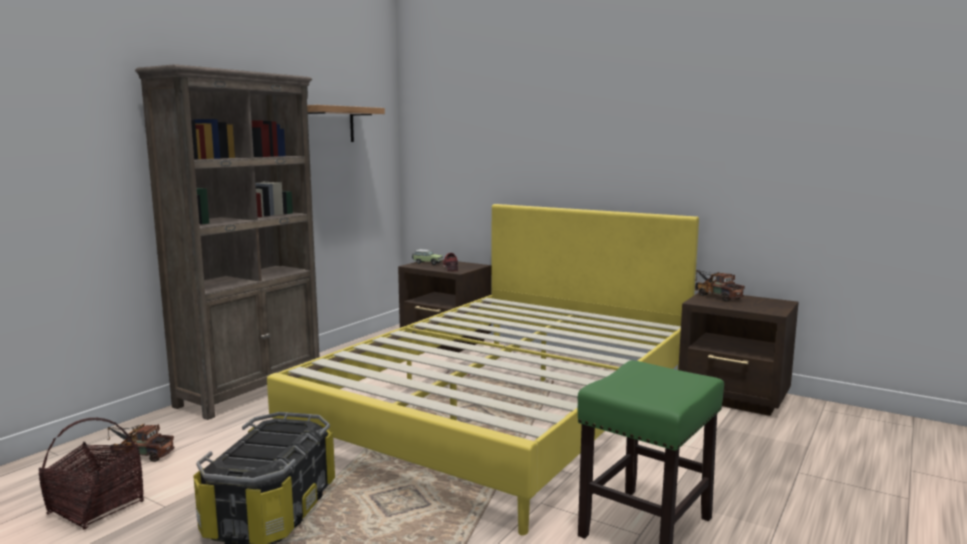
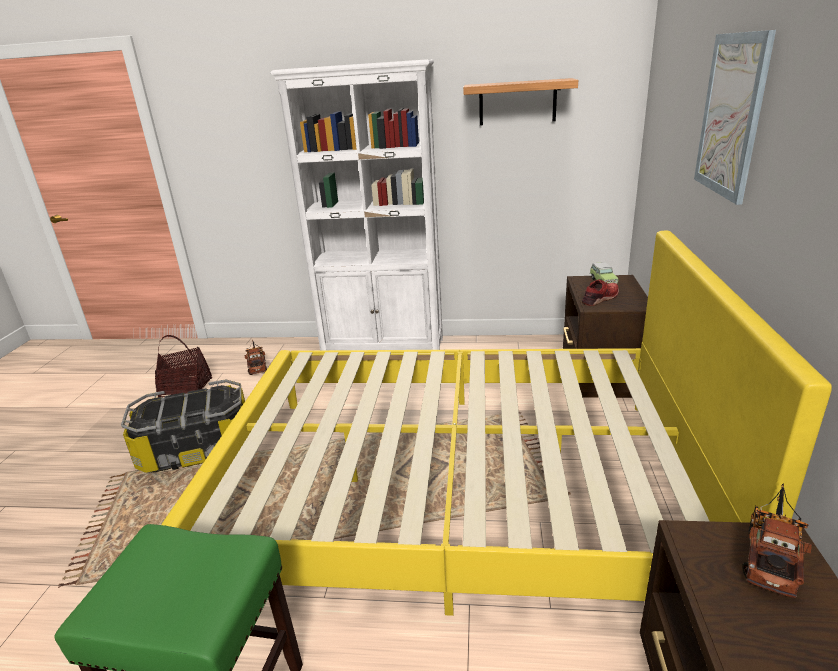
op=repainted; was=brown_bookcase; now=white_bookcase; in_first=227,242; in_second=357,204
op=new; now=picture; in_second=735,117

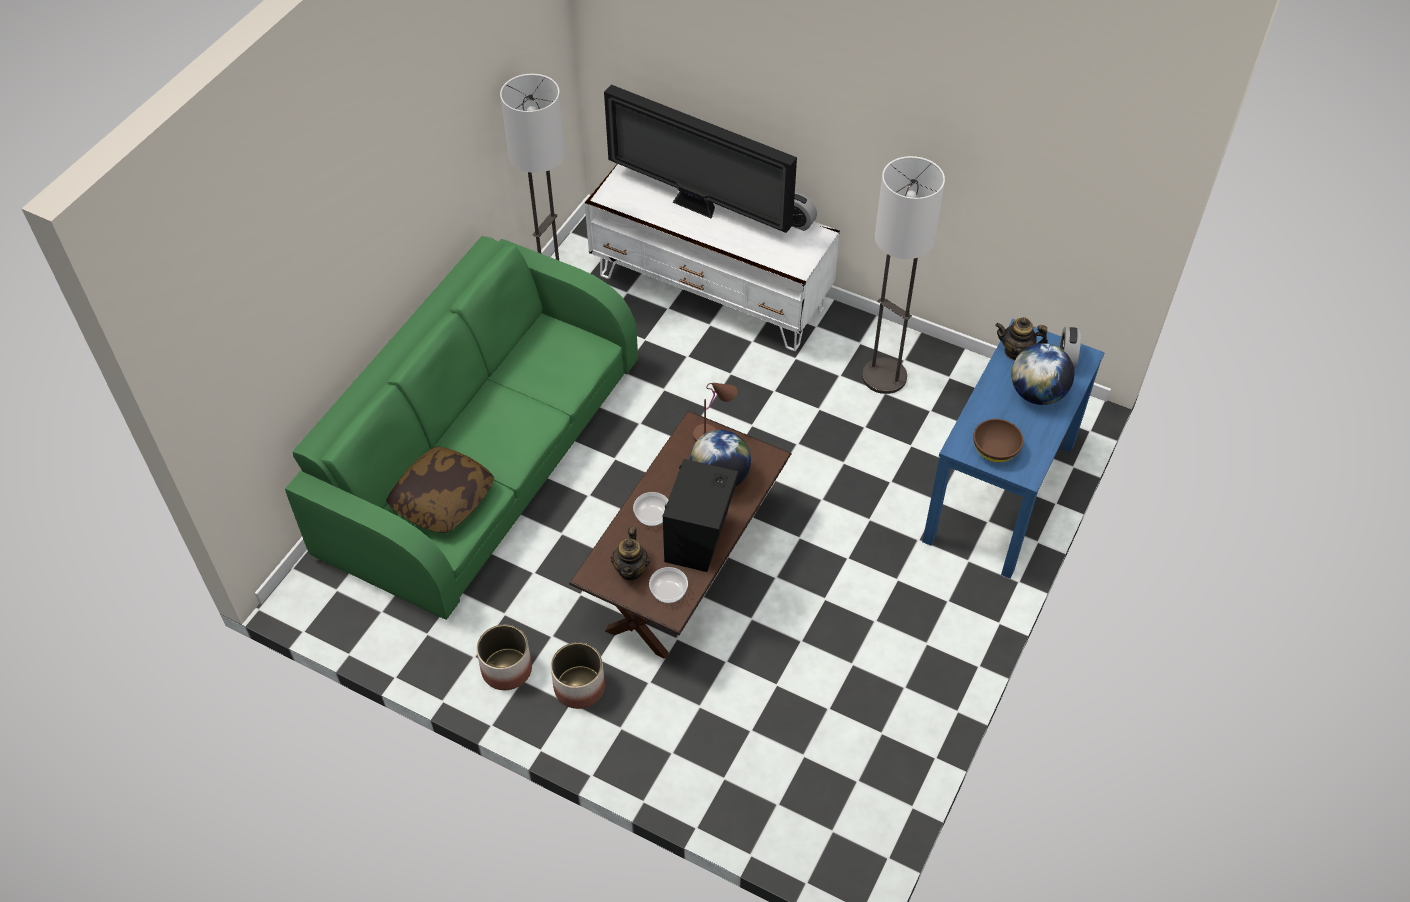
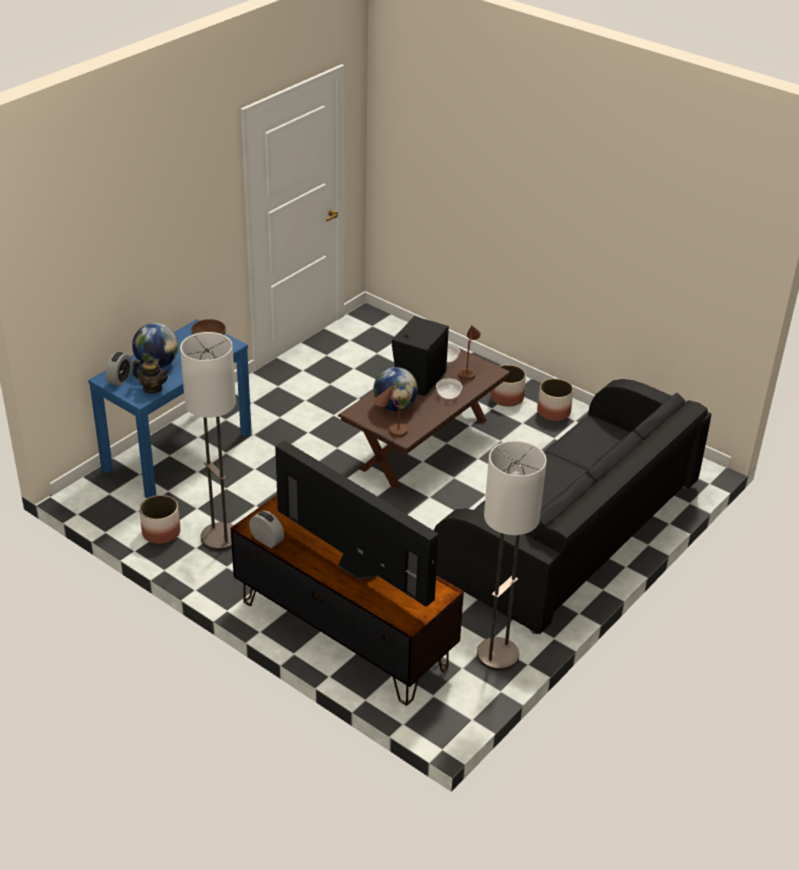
op=repainted; was=green_sofa; now=black_sofa; in_first=461,428; in_second=572,506
op=gone; was=pillow; in_first=440,489
op=repainted; was=white_tv_stand; now=brown_tv_stand; in_first=712,257; in_second=347,600
op=swapped; was=teapot; now=brown_table_lamp; in_first=630,554; in_second=469,352
op=new; now=planter; in_second=159,519

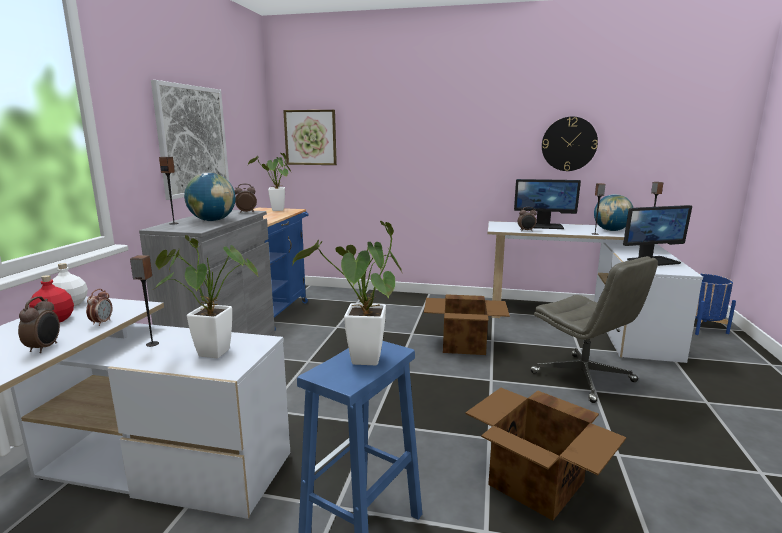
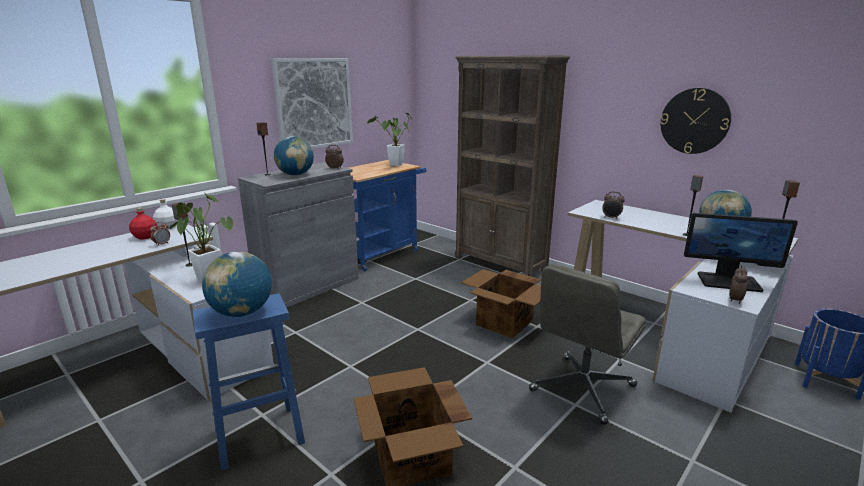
op=shifted; was=alarm_clock; in_first=39,324; in_second=738,284
op=gone; was=picture; in_first=310,137
op=swapped; was=potted_plant; now=globe; in_first=347,293; in_second=237,284
op=gone; was=monitor; in_first=547,204
op=rotated; was=grey_office_chair; in_first=594,329; in_second=587,344; clockwise=45
op=new; now=brown_bookcase; in_second=512,166

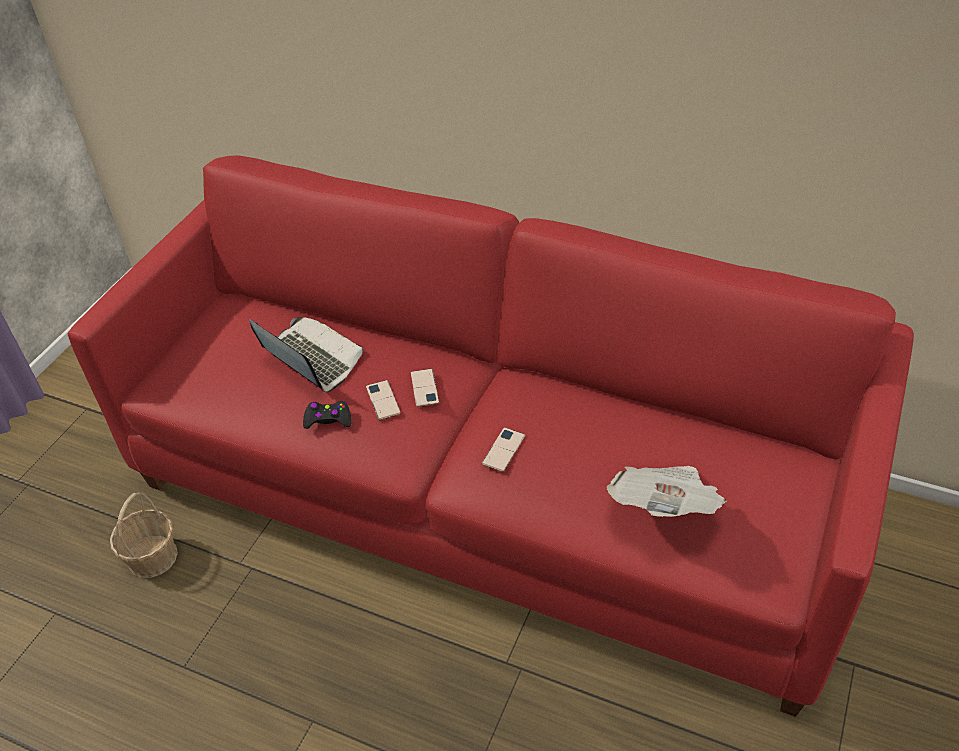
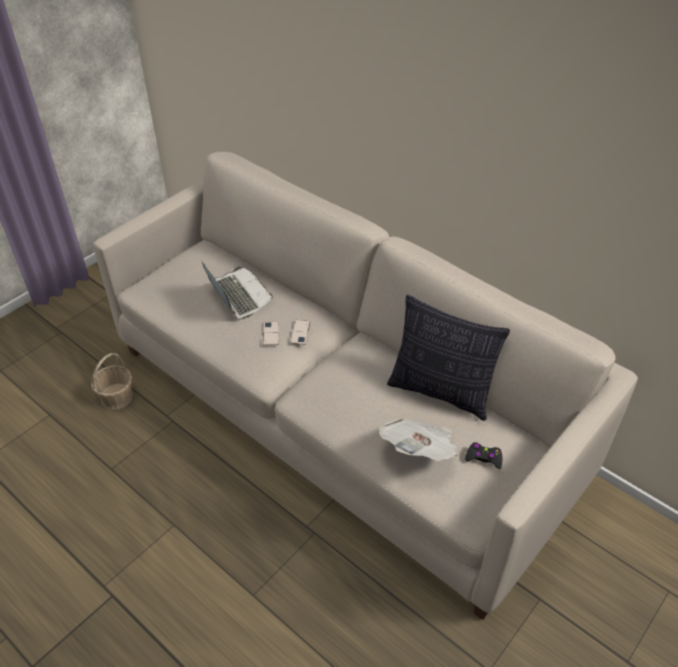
op=repainted; was=red_sofa; now=beige_sofa; in_first=490,436; in_second=365,386
op=shifted; was=black_game_controller; in_first=327,415; in_second=483,455
op=gone; was=phone; in_first=503,449
op=new; now=pillow; in_second=448,358

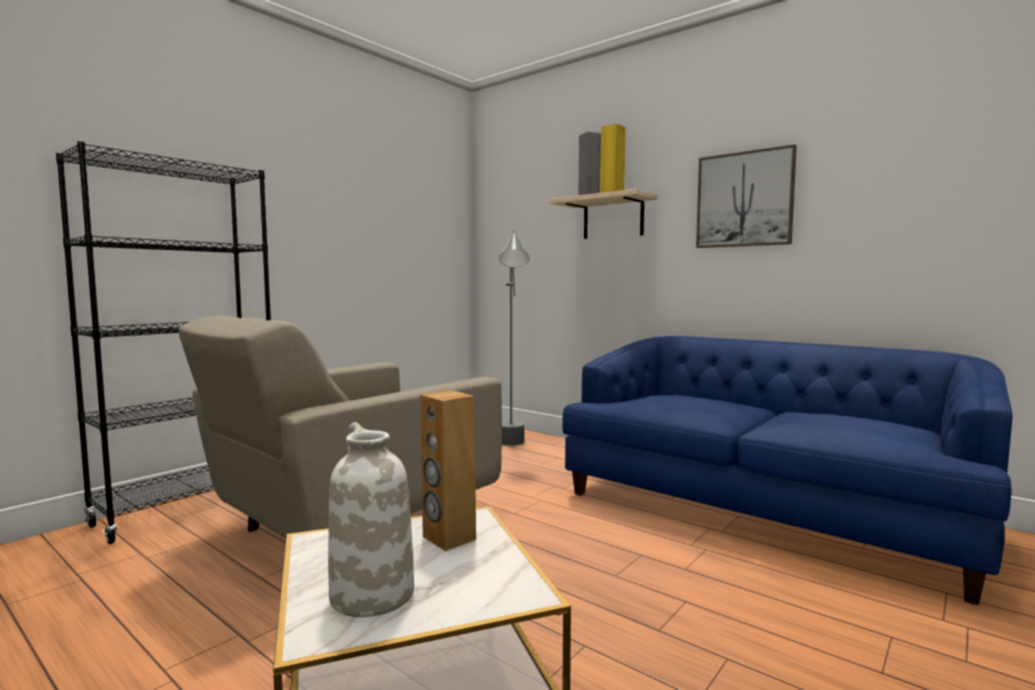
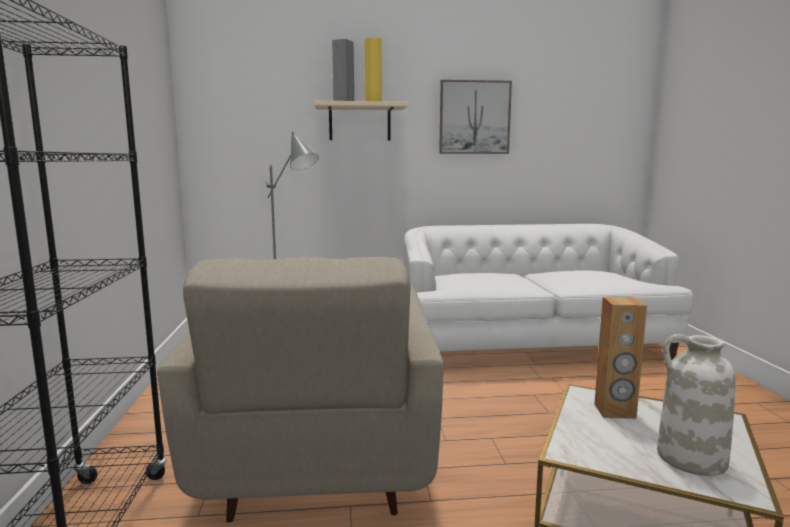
op=repainted; was=blue_sofa; now=white_sofa; in_first=787,470; in_second=548,292

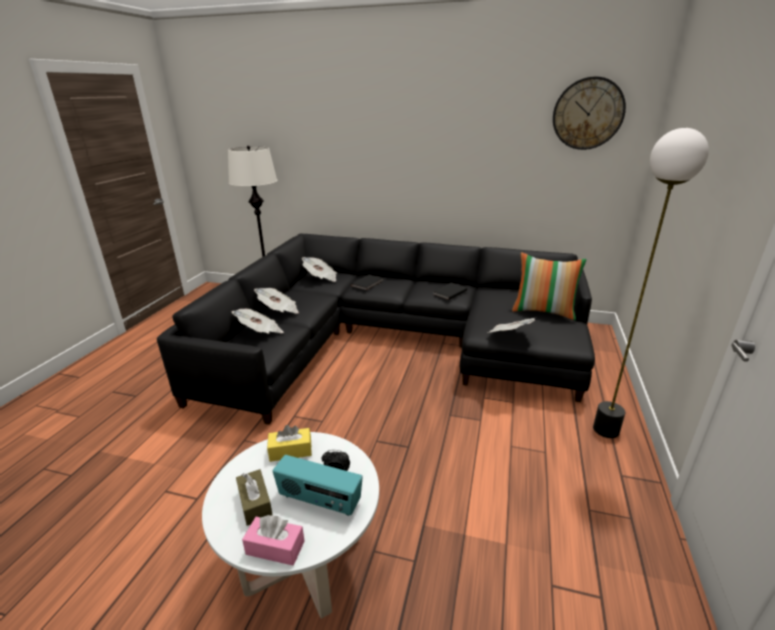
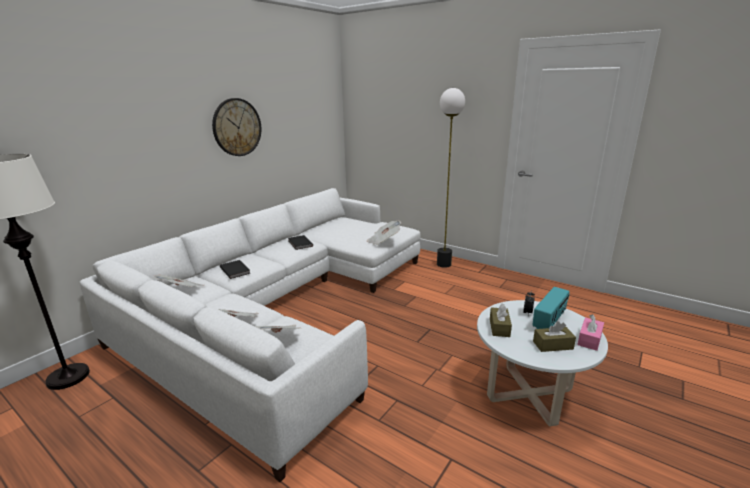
op=repainted; was=black_sofa; now=white_sofa; in_first=376,329; in_second=250,335
op=repainted; was=yellow_tissue_box; now=brown_tissue_box; in_first=289,443; in_second=501,320
op=gone; was=pillow; in_first=549,286
op=shifted; was=wall_clock; in_first=589,113; in_second=236,127

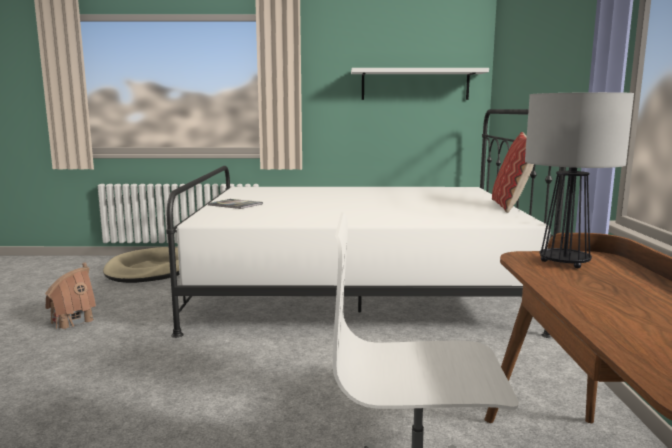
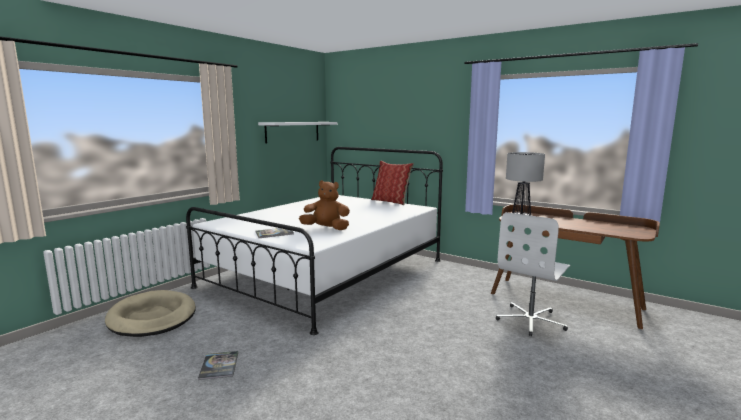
op=swapped; was=toy_house; now=book; in_first=70,296; in_second=218,365
op=new; now=brown_plush_toy; in_second=324,205

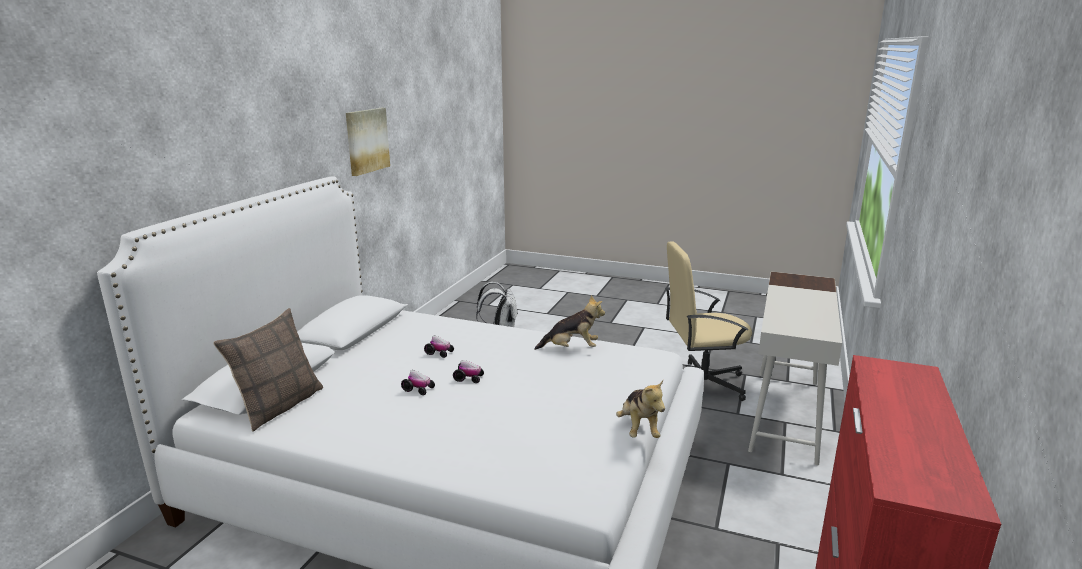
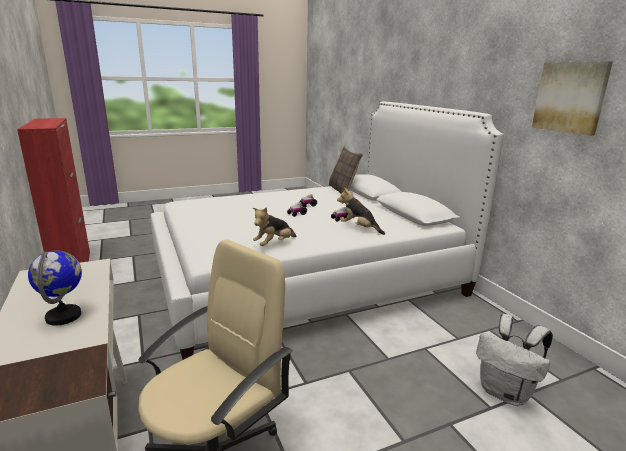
op=shifted; was=plush_toy; in_first=640,409; in_second=361,211
op=new; now=globe; in_second=55,288

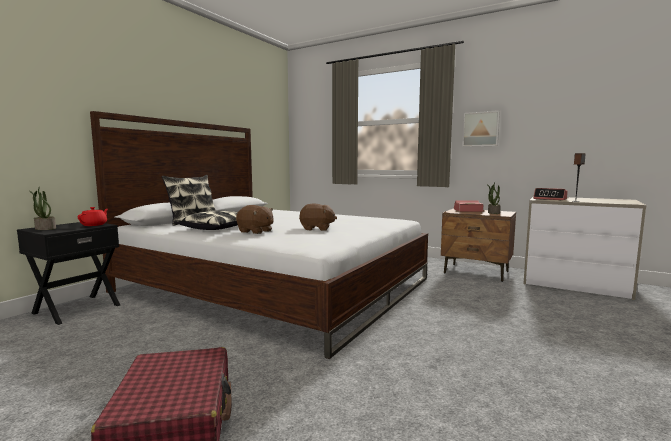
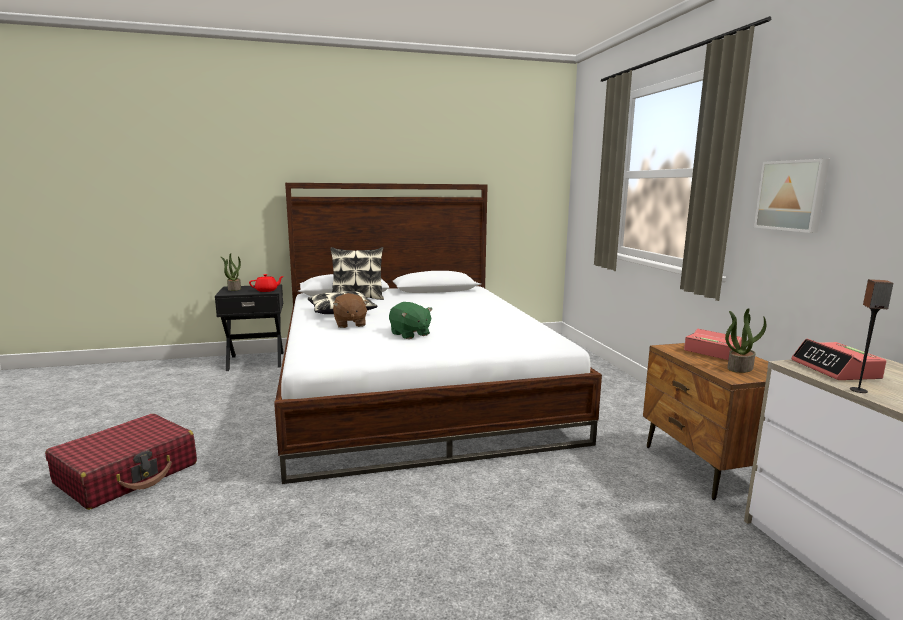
op=repainted; was=brown_plush_toy; now=green_plush_toy; in_first=318,217; in_second=410,320

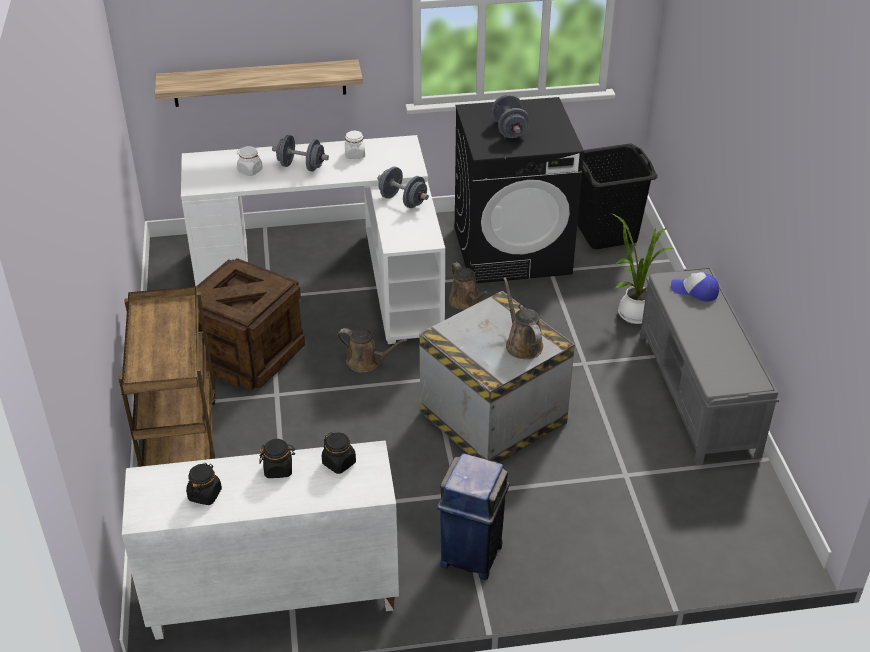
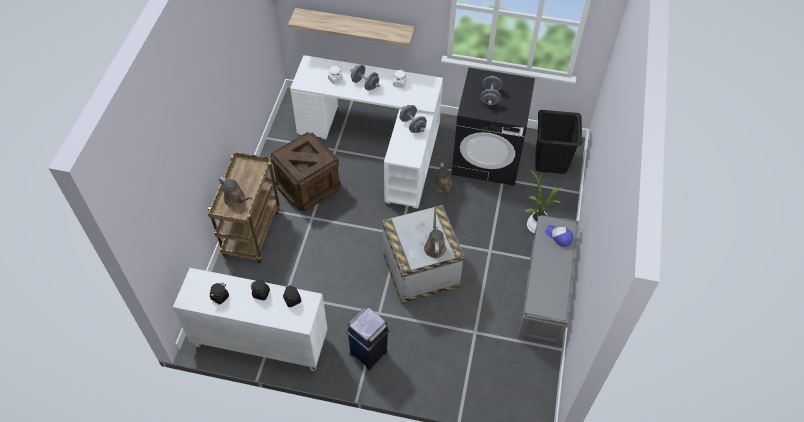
op=shifted; was=brown_watering_can; in_first=372,350; in_second=235,191

